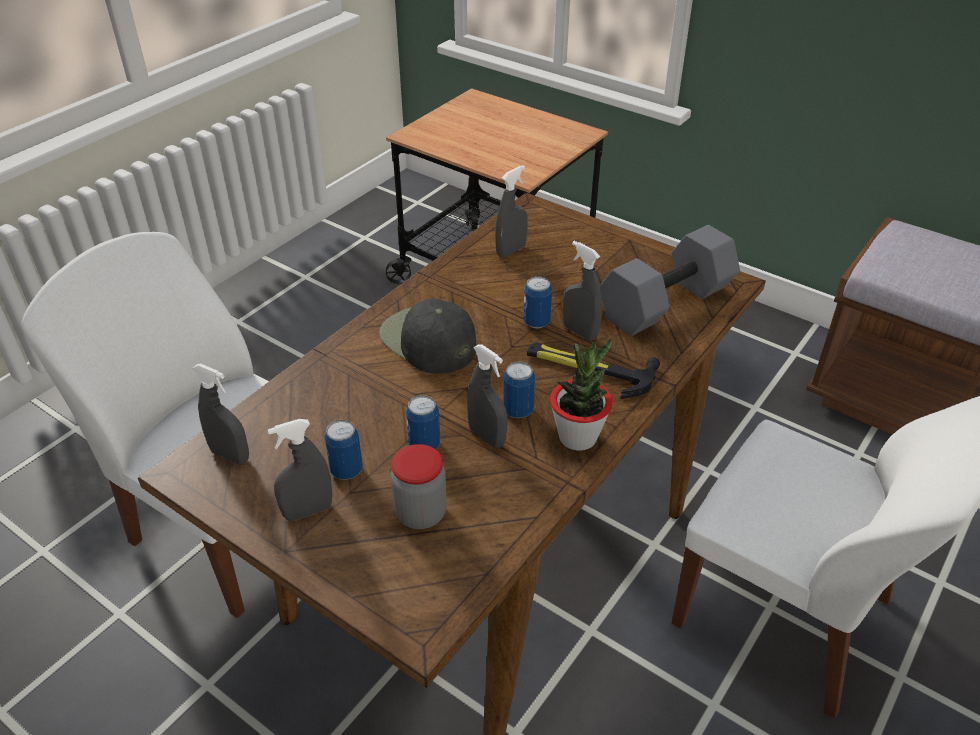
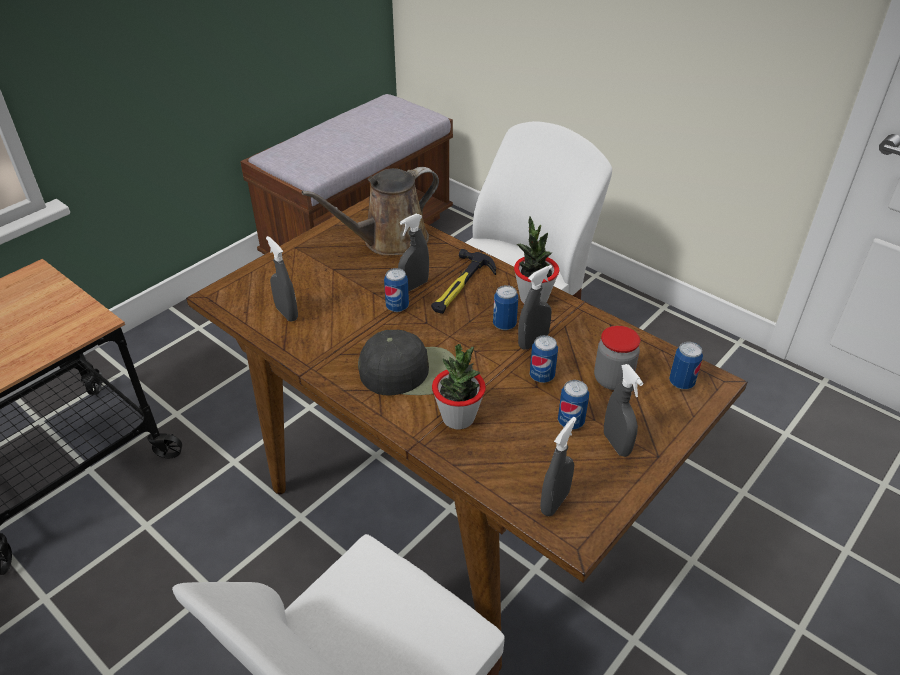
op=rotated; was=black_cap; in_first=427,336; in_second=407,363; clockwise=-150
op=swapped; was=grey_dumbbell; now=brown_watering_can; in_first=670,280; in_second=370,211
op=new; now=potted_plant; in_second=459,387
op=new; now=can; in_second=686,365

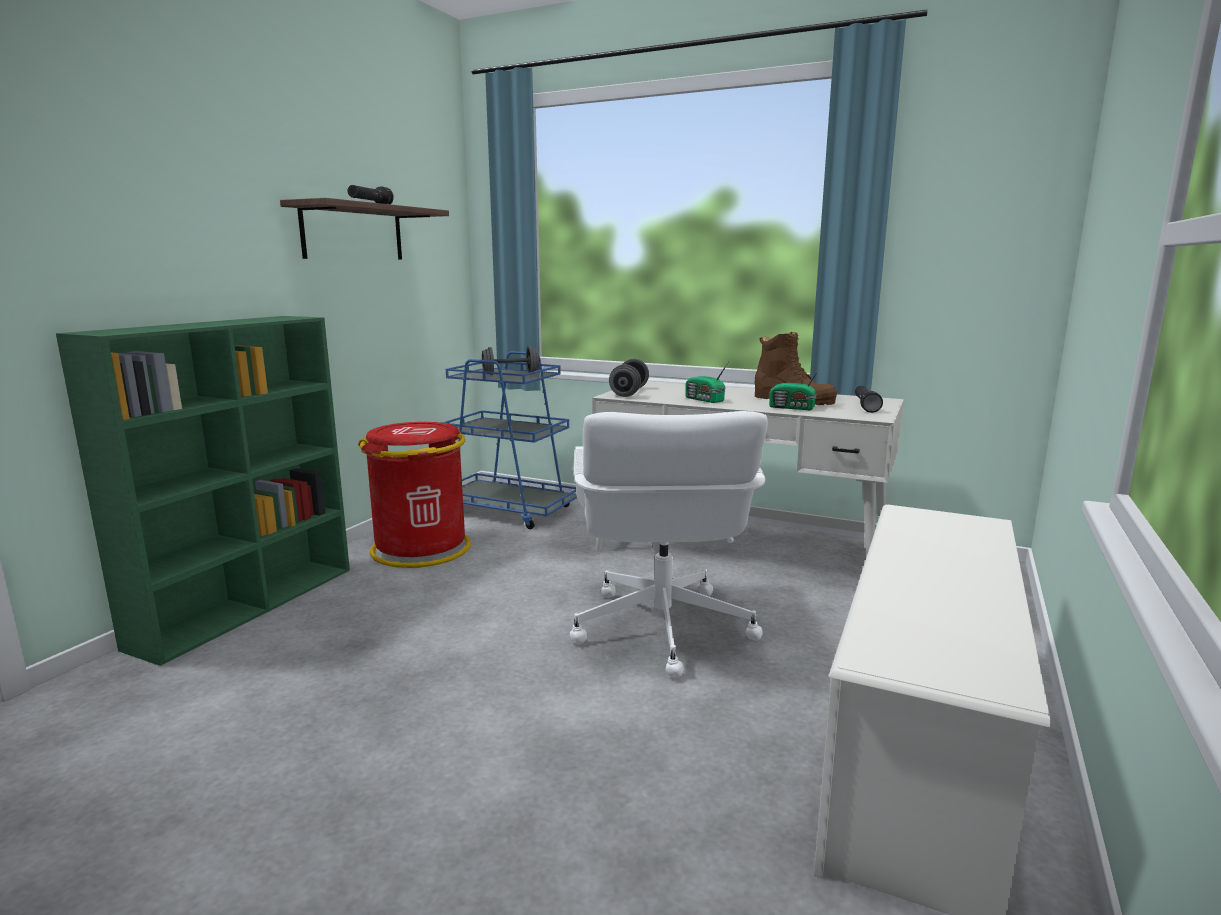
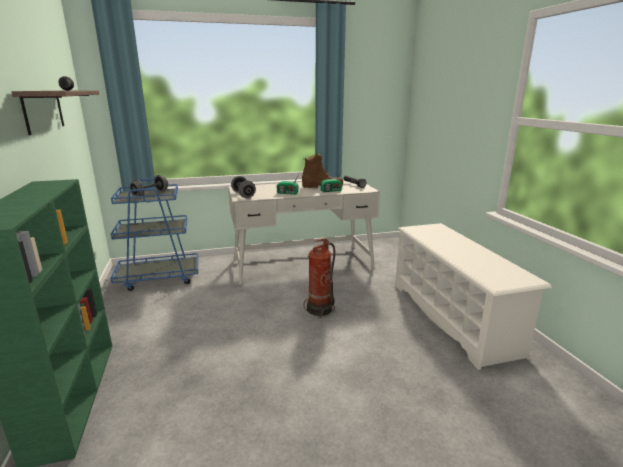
op=gone; was=red_trash_can; in_first=414,495
op=swapped; was=white_office_chair; now=fire_extinguisher; in_first=669,544; in_second=319,278

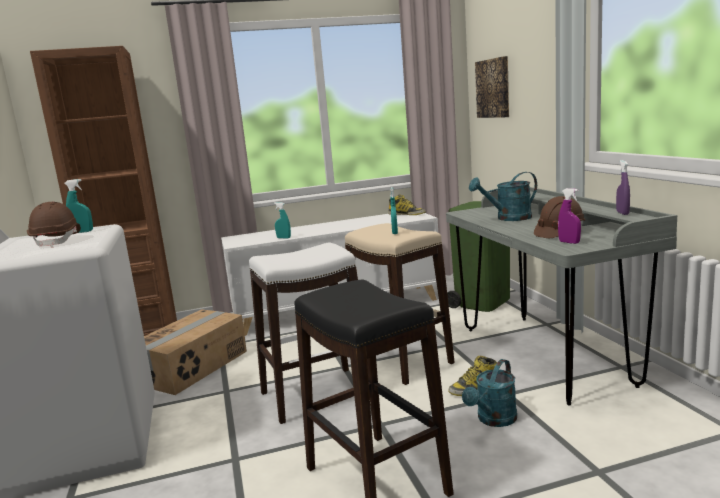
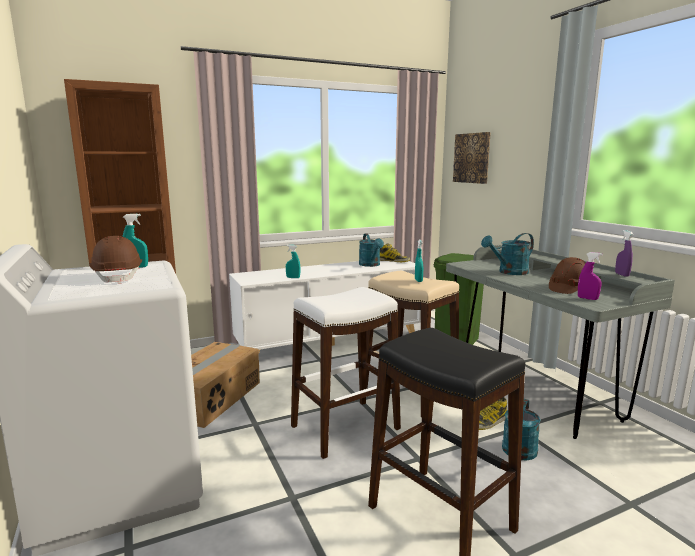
op=new; now=turquoise_watering_can; in_second=371,250

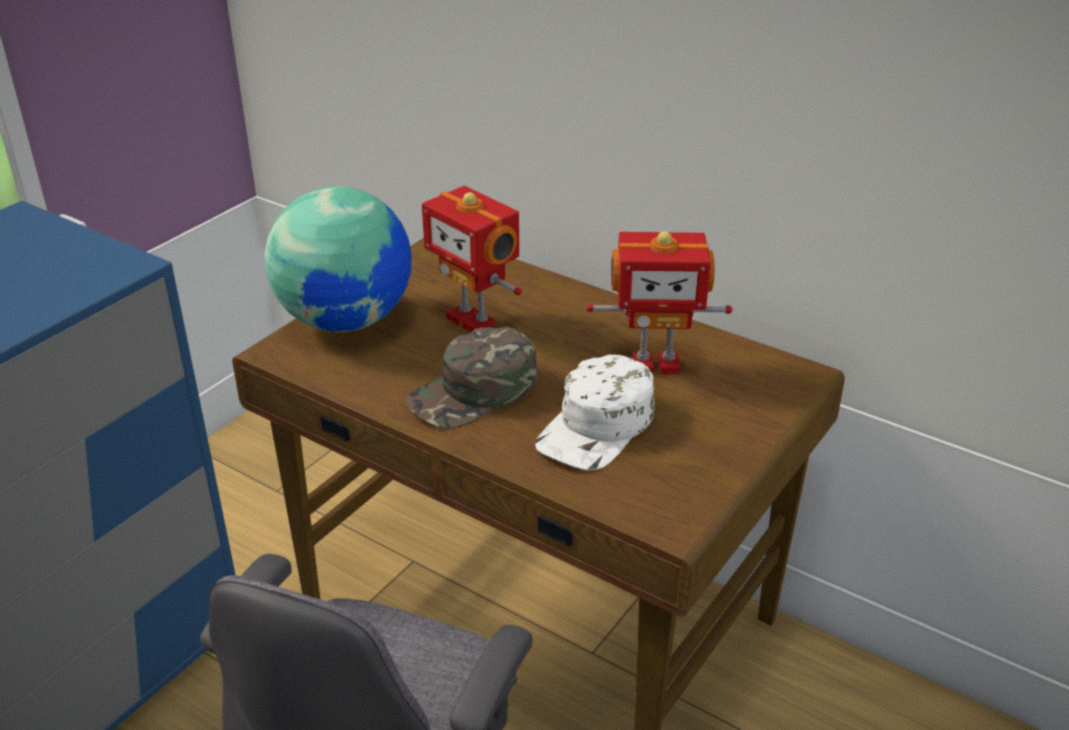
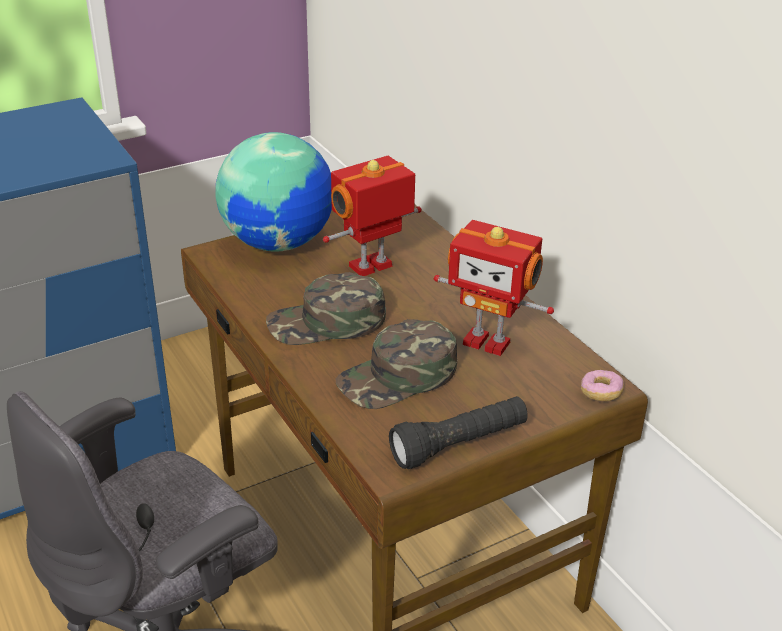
op=rotated; was=toy_robot; in_first=472,259; in_second=372,216; clockwise=75
op=repainted; was=white_cap; now=green_cap; in_first=595,412; in_second=396,364
op=new; now=black_flashlight; in_second=458,432
op=new; now=donut; in_second=602,385

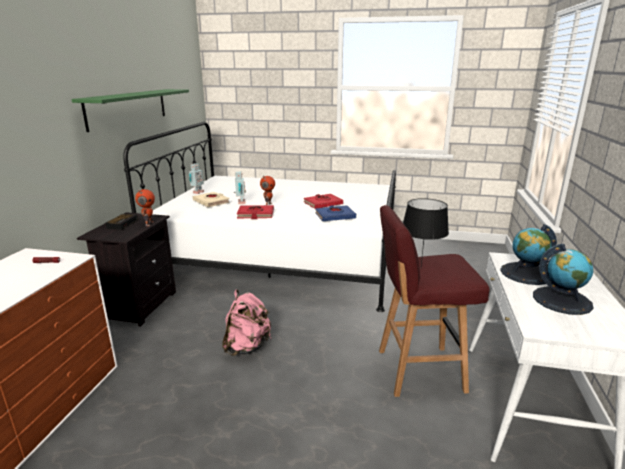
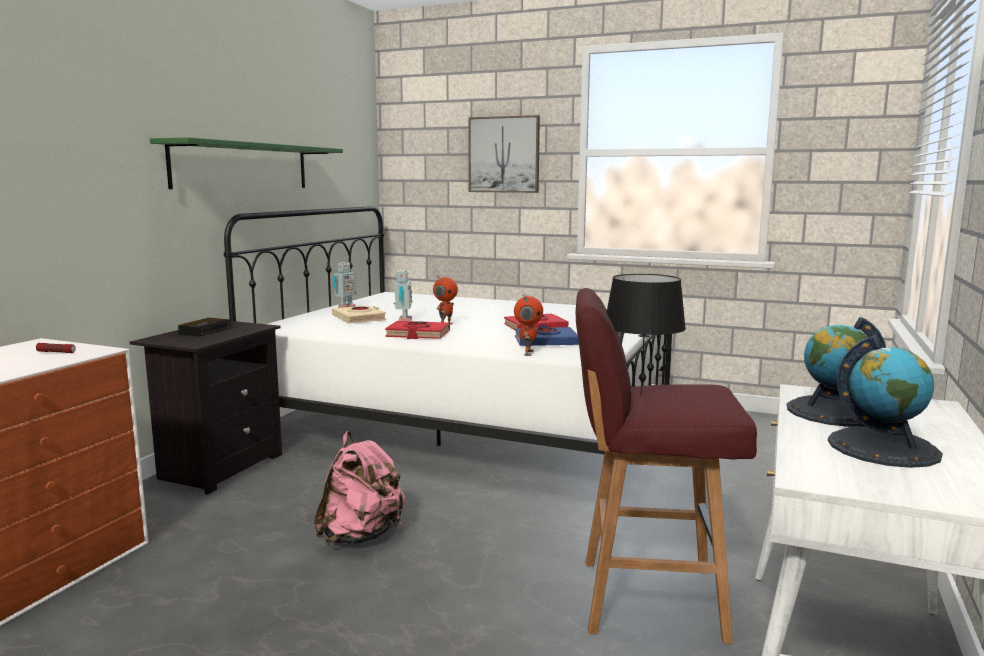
op=shifted; was=toy_robot; in_first=145,207; in_second=528,325
op=new; now=picture; in_second=504,154

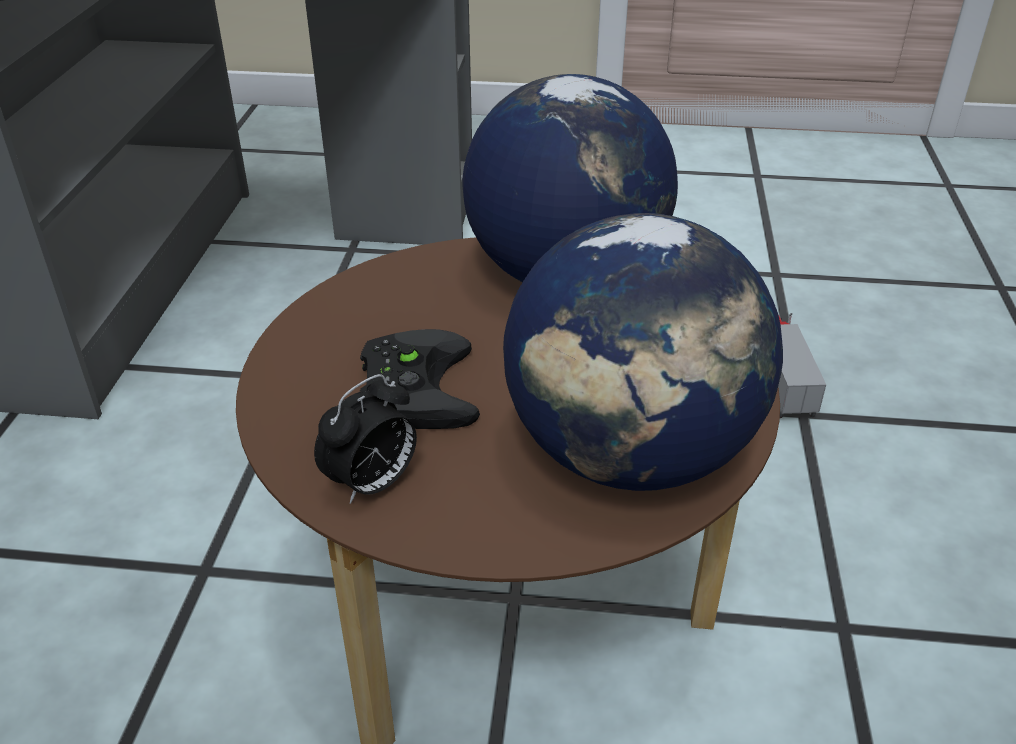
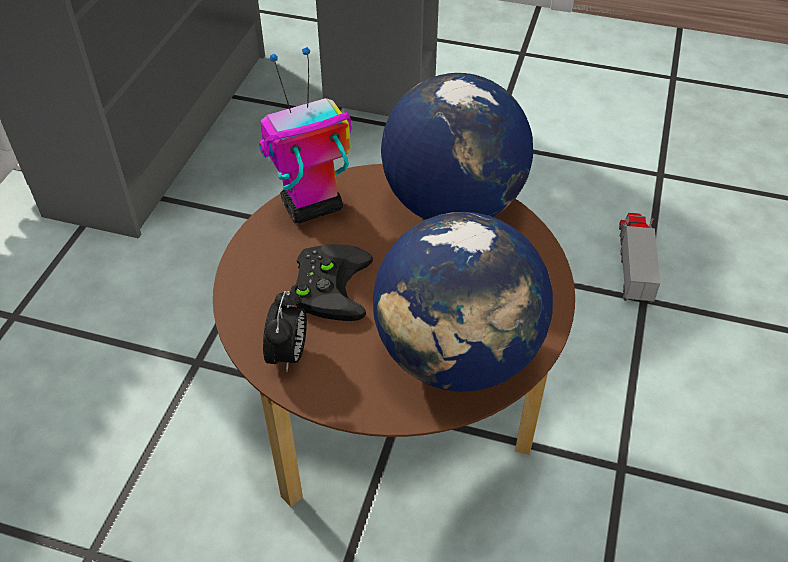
op=rotated; was=alarm_clock; in_first=365,439; in_second=285,331; clockwise=-45
op=new; now=toy_robot; in_second=305,135

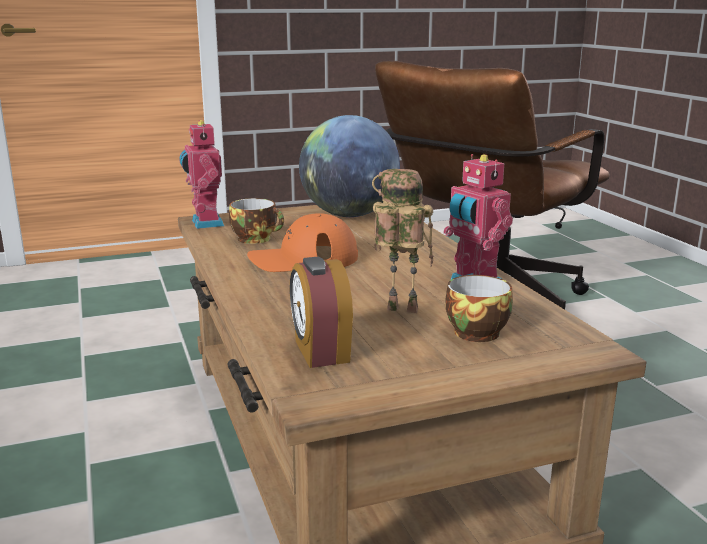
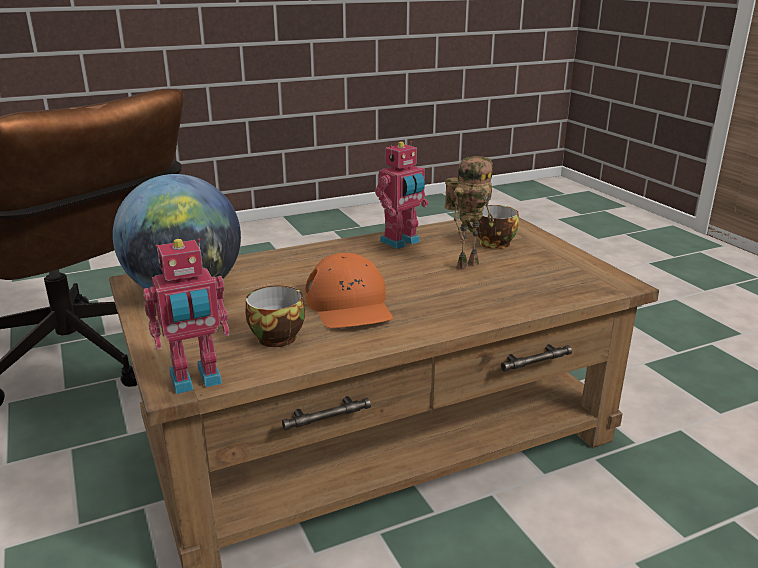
op=gone; was=alarm_clock; in_first=321,312
op=rotated; was=toy_robot; in_first=402,241; in_second=469,213; clockwise=-135

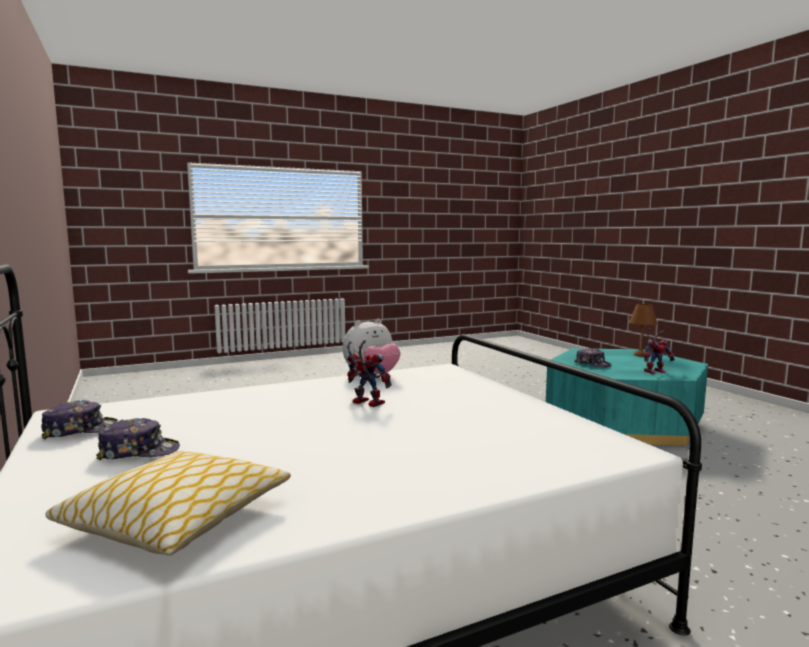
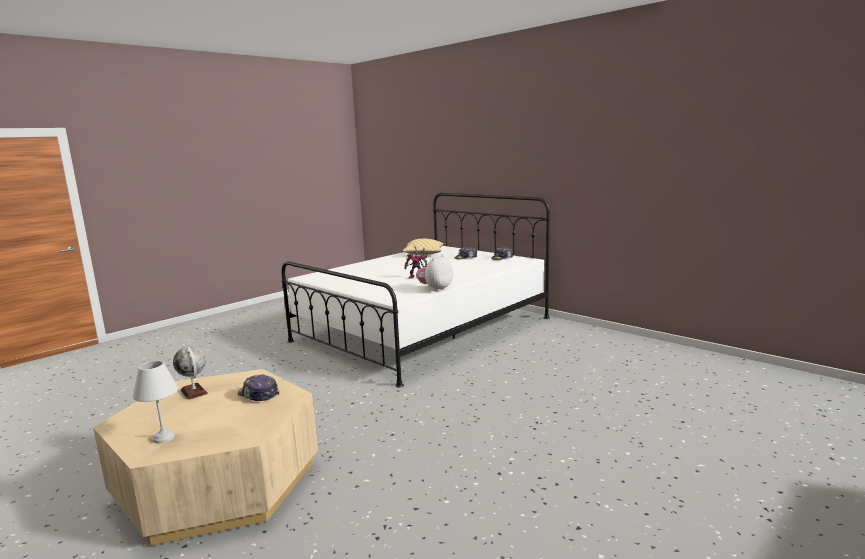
op=repainted; was=turquoise_coffee_table; now=beige_coffee_table; in_first=627,397; in_second=205,457
op=repainted; was=brown_table_lamp; now=white_table_lamp; in_first=643,330; in_second=155,402
op=swapped; was=toy_robot; now=globe; in_first=659,351; in_second=190,373

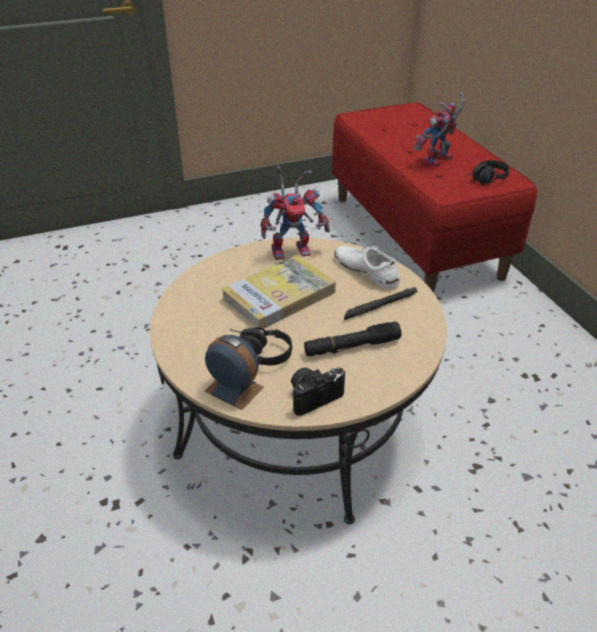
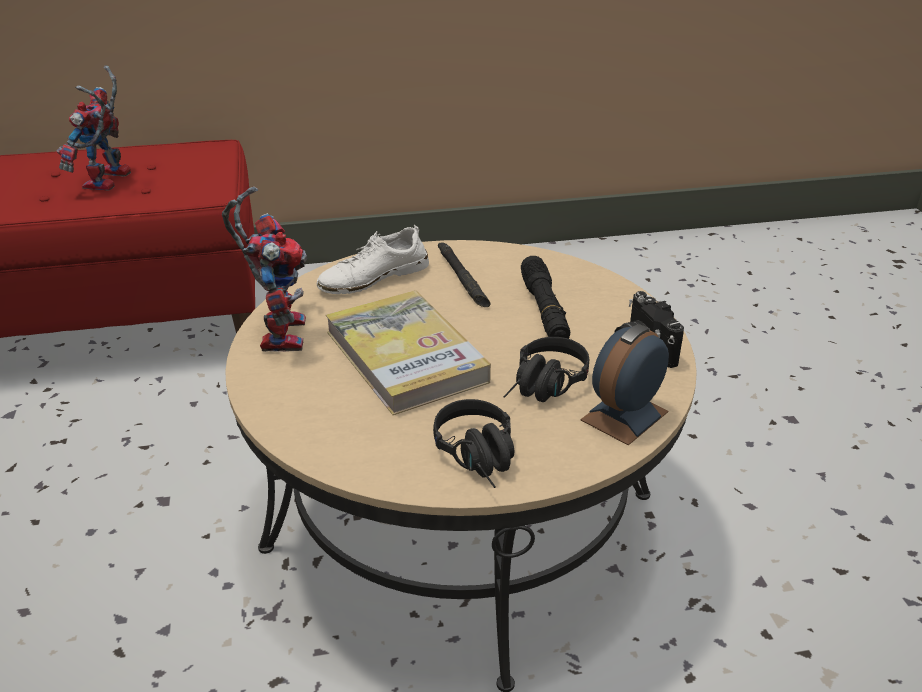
op=rotated; was=toy_robot; in_first=439,129; in_second=94,128; clockwise=45
op=shifted; was=black_headphones; in_first=486,172; in_second=473,443

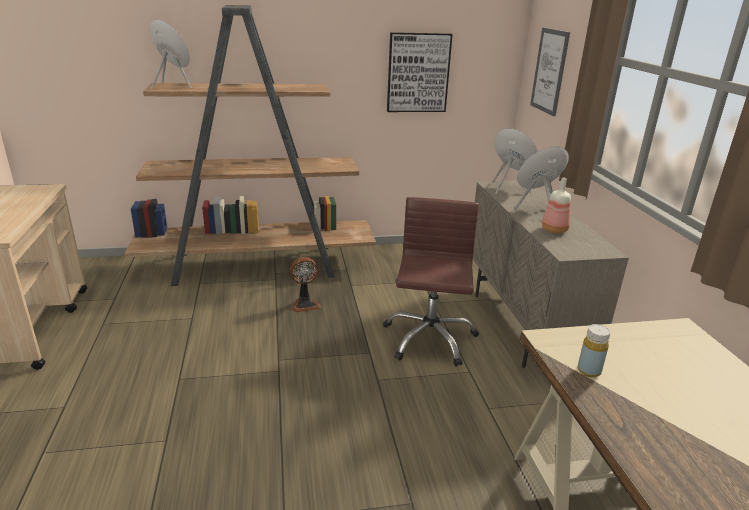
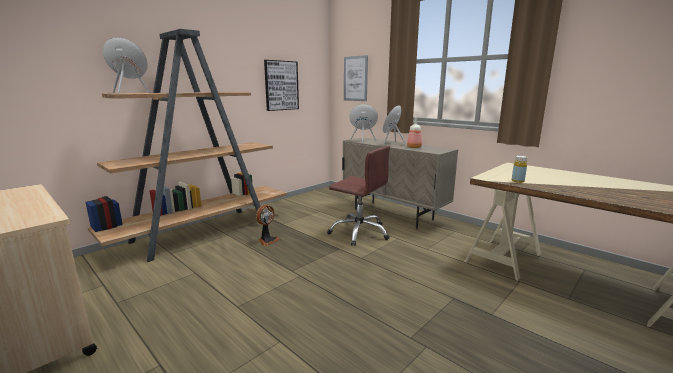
op=rotated; was=brown_office_chair; in_first=431,282; in_second=358,196; clockwise=150

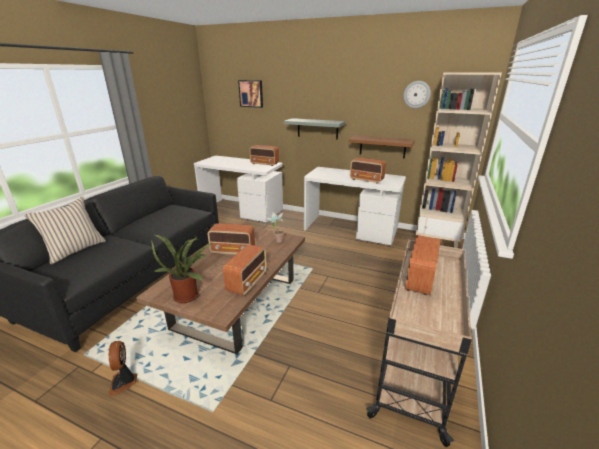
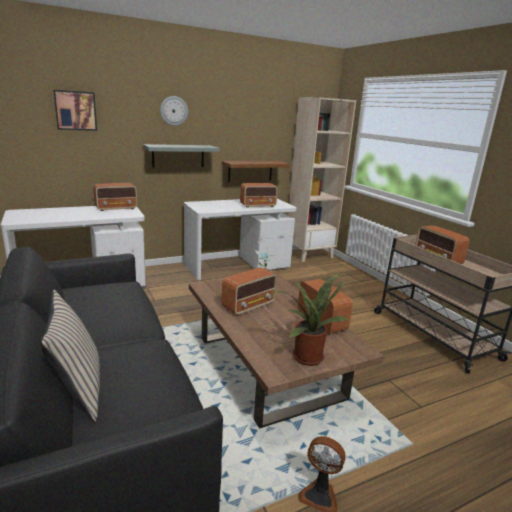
op=shifted; was=wall_clock; in_first=417,94; in_second=174,111

